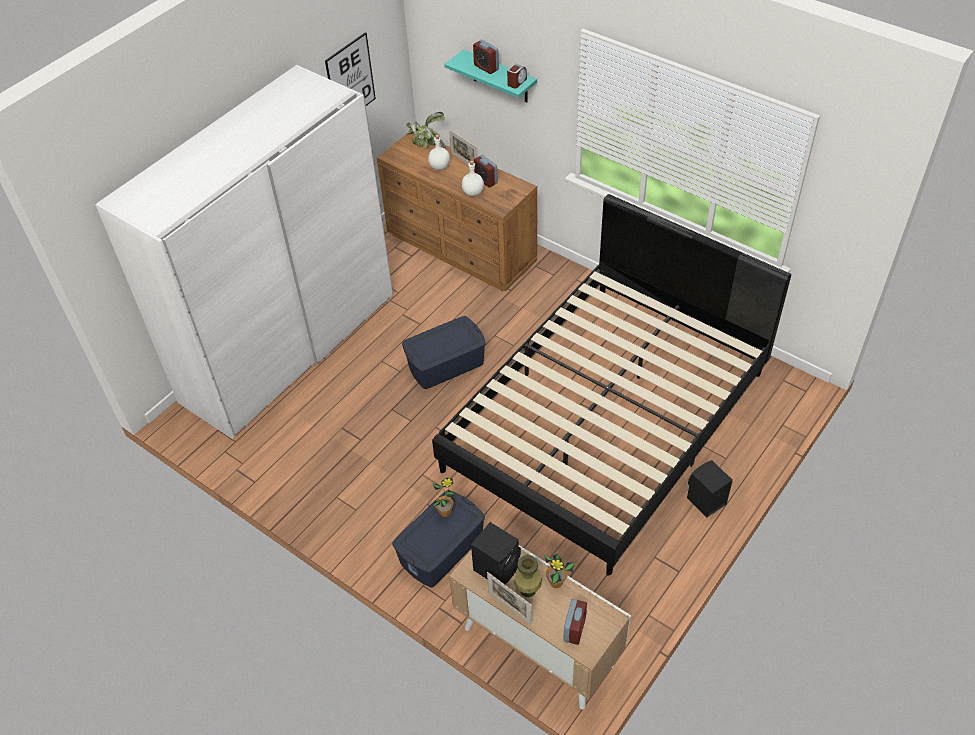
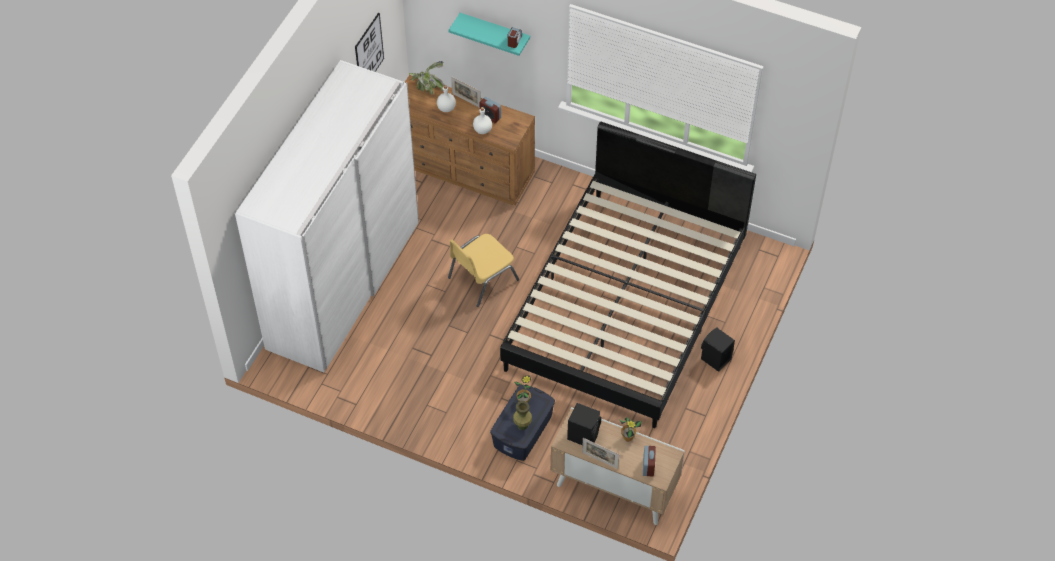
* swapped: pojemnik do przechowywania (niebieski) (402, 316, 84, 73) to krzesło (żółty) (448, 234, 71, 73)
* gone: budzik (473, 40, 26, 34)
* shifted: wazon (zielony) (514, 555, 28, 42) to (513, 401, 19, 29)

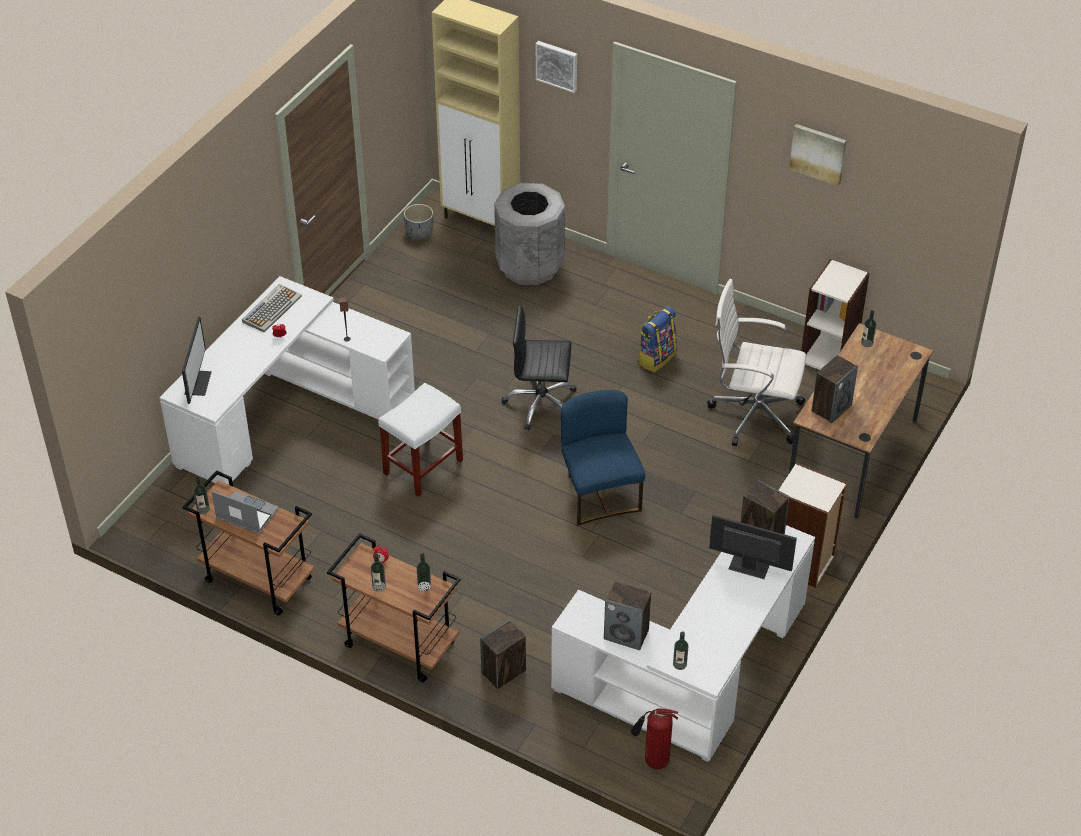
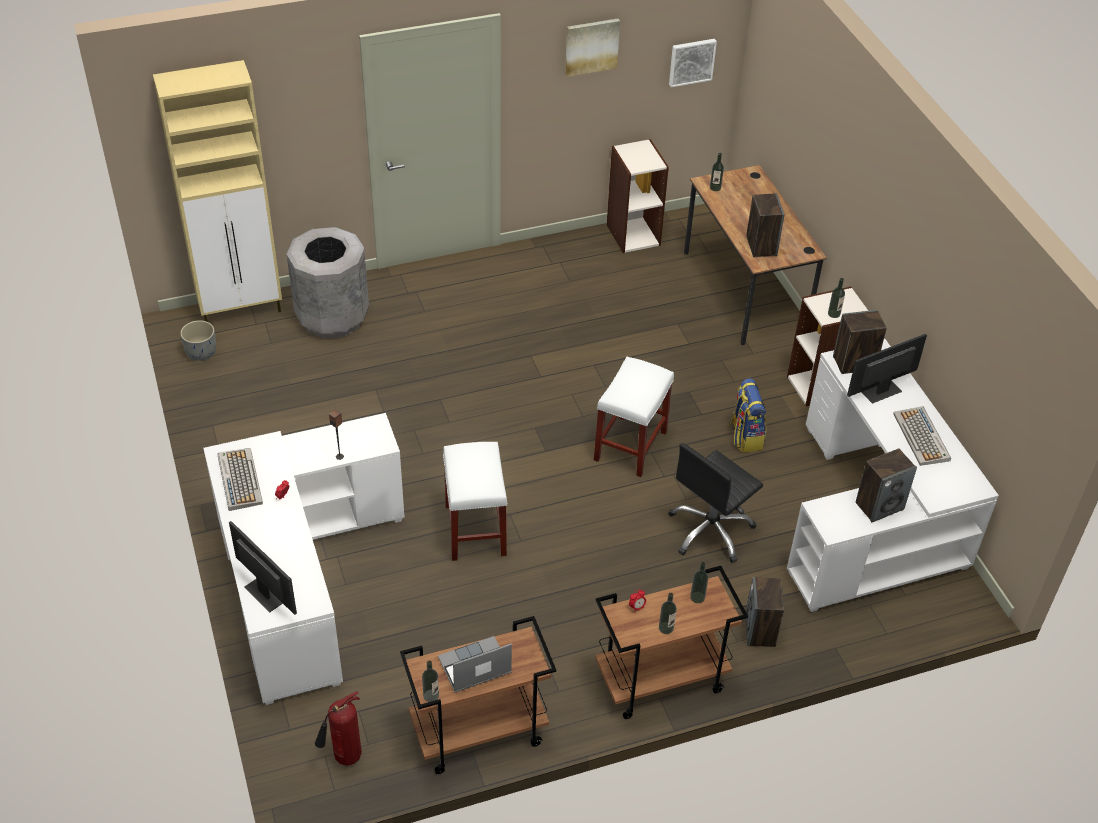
* shifted: krzesło biurowe (czarny) (501, 305, 76, 125) to (668, 443, 95, 120)
* shifted: obraz (536, 41, 41, 52) to (669, 39, 48, 48)
* swapped: krzesło (niebieski) (561, 390, 84, 135) to stołek (biały) (594, 357, 80, 120)
* shifted: gaśnica (630, 708, 48, 61) to (315, 691, 47, 75)
* shifted: plecak (637, 306, 40, 66) to (728, 378, 38, 74)
* shifted: butelka (673, 632, 15, 38) to (828, 278, 17, 40)
* gone: krzesło biurowe (biały) (707, 279, 99, 167)
* new: klawiatura (893, 406, 58, 60)

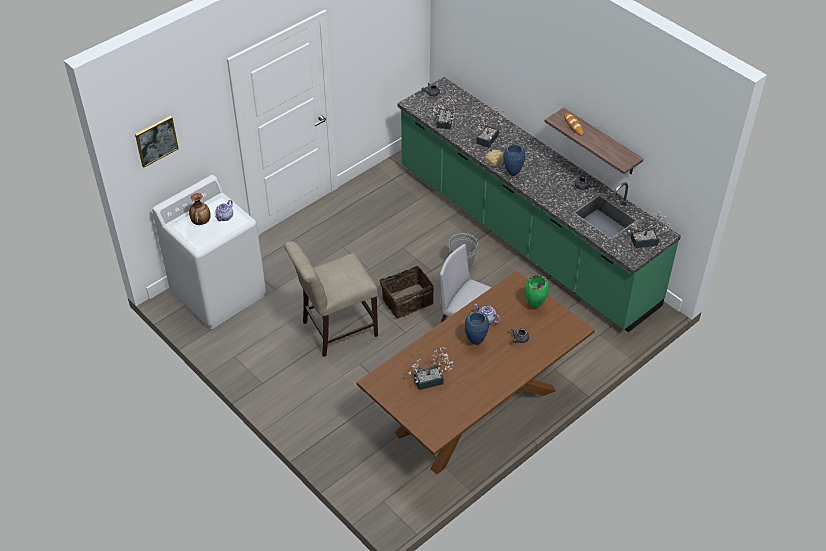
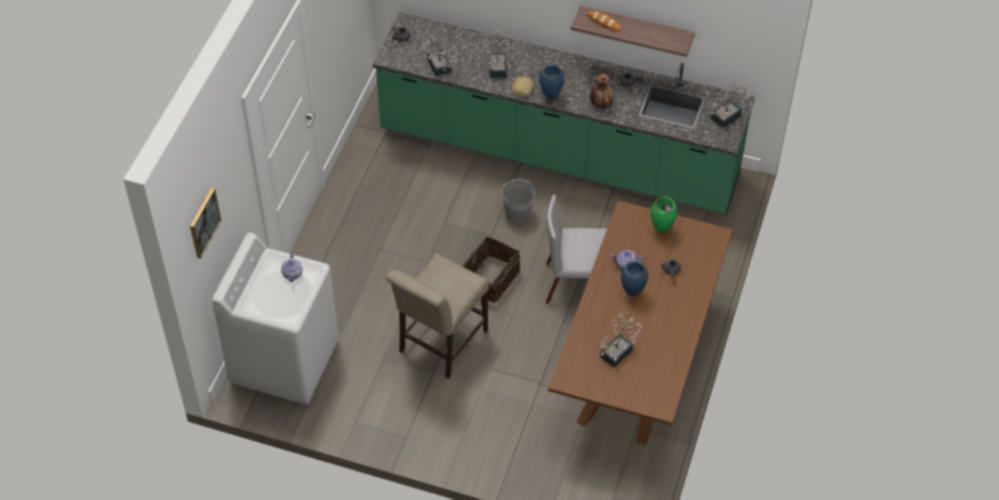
* shifted: wazon (189, 193, 22, 32) to (590, 74, 23, 34)

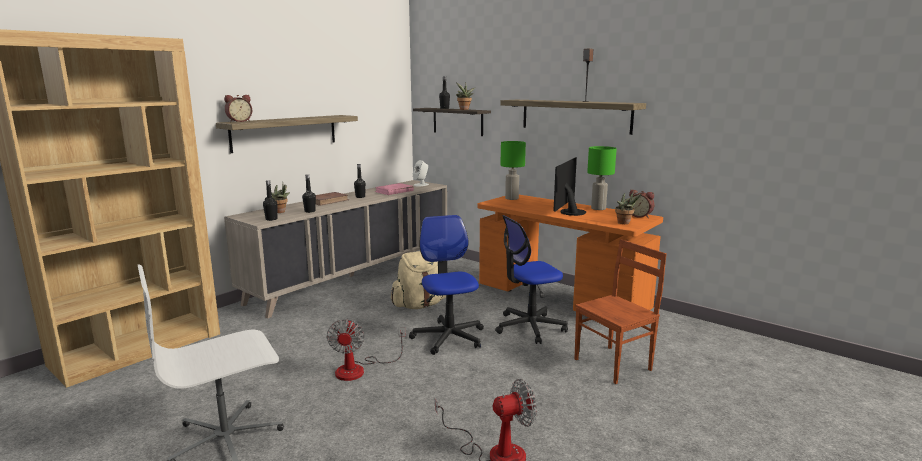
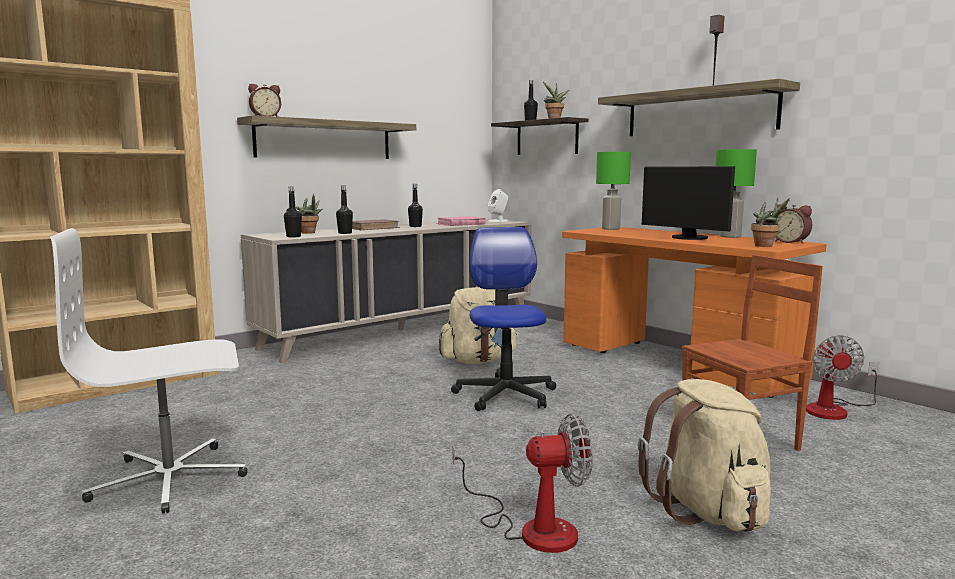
* shifted: wentylator (326, 319, 79, 62) to (806, 335, 73, 85)
* gone: krzesło biurowe (495, 215, 73, 129)
* rotated: monitor (553, 157, 33, 59) = (642, 166, 93, 74) 75 degrees counterclockwise
* new: plecak (beżowy) (638, 379, 133, 153)

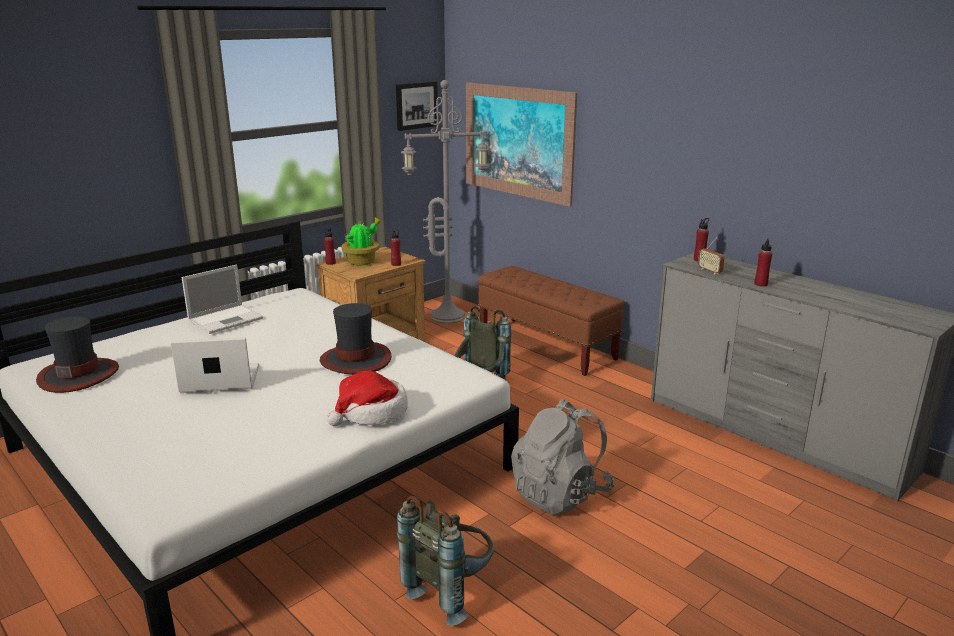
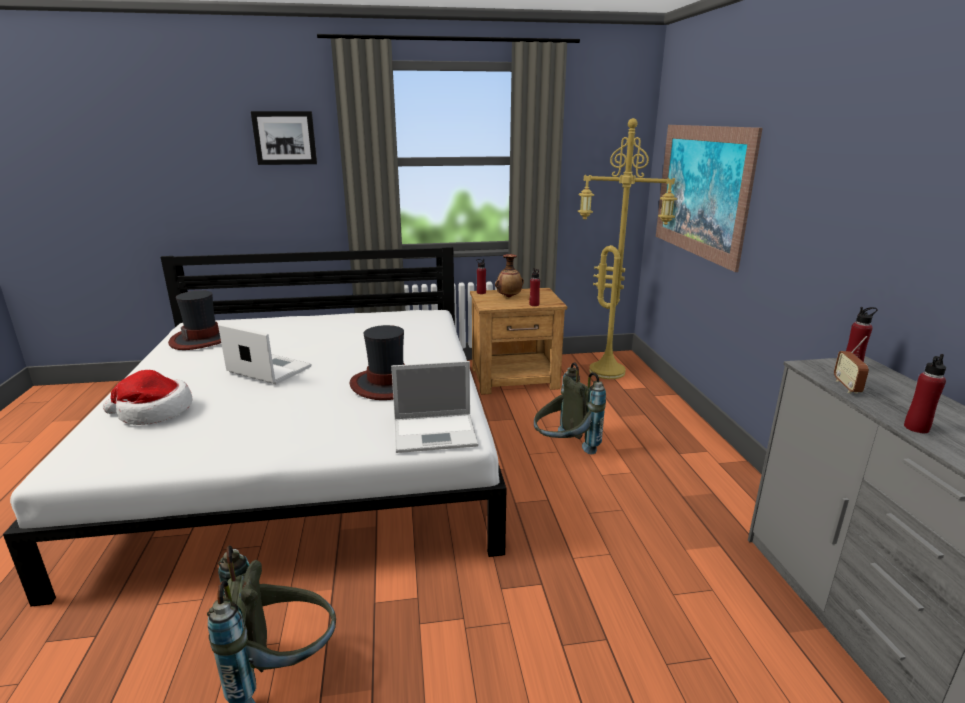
* shifted: laptop (182, 265, 81, 69) to (391, 361, 88, 92)
* shifted: kapelusz (327, 371, 81, 55) to (103, 370, 89, 55)
* swapped: roślina doniczkowa (342, 218, 40, 47) to wazon (495, 254, 29, 43)
* shifted: obraz (396, 81, 42, 50) to (251, 111, 66, 54)
* repainted: lampa stojąca (szary) (401, 80, 89, 244) to lampa stojąca (żółty) (578, 118, 99, 261)
* gone: ławka (brązowy) (478, 266, 147, 110)
* gone: plecak (szary) (511, 399, 103, 116)

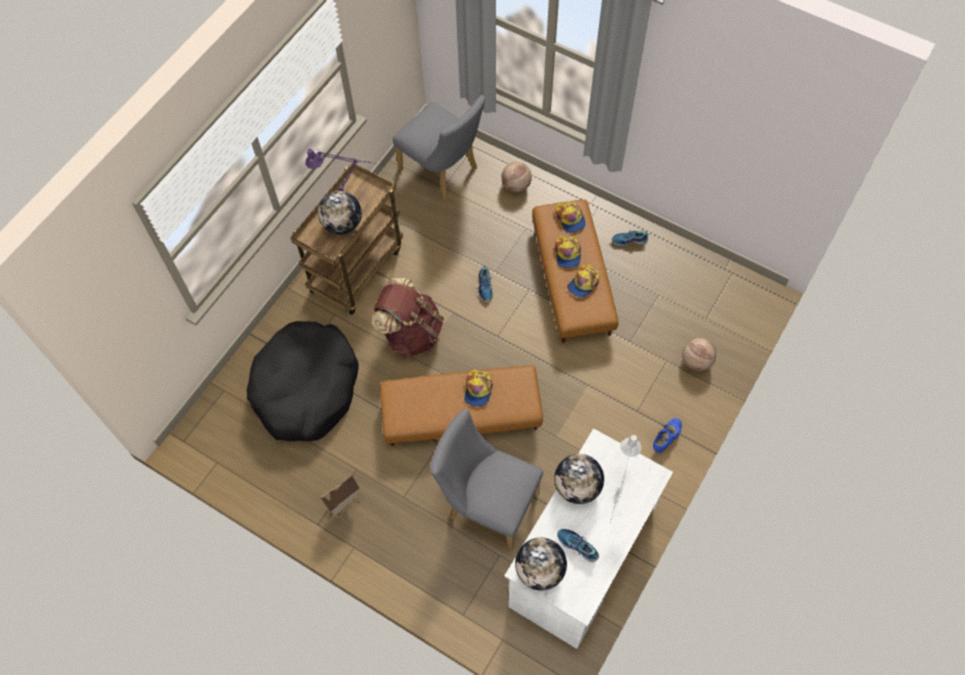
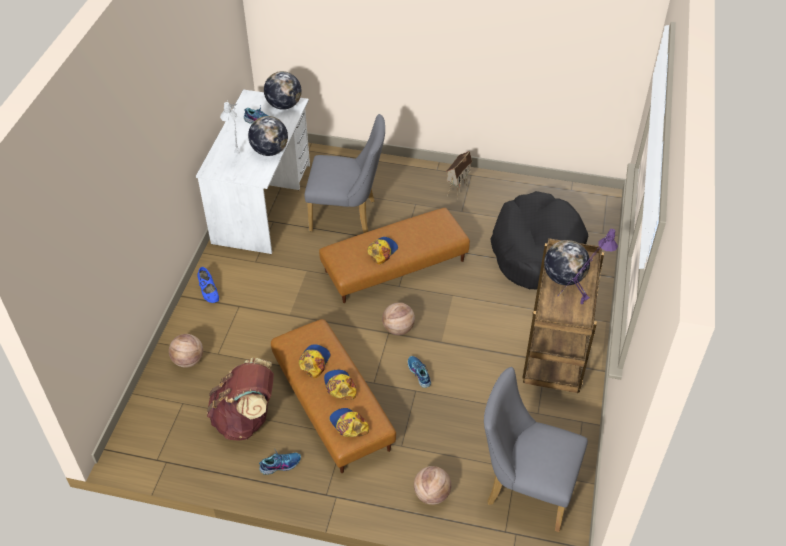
* shifted: plecak (brązowy) (372, 278, 72, 79) to (207, 358, 67, 83)
* rotated: czapka z daszkiem (464, 369, 29, 38) = (367, 237, 31, 27) 45 degrees clockwise
* rotated: but (niebieski) (653, 418, 29, 35) = (197, 267, 22, 36) 45 degrees counterclockwise
* new: piłka do koszykówki (382, 302, 33, 33)

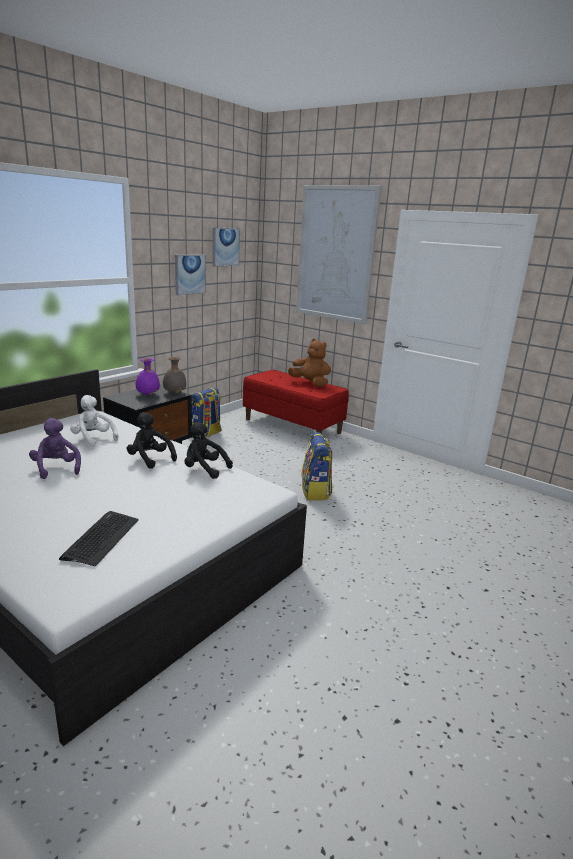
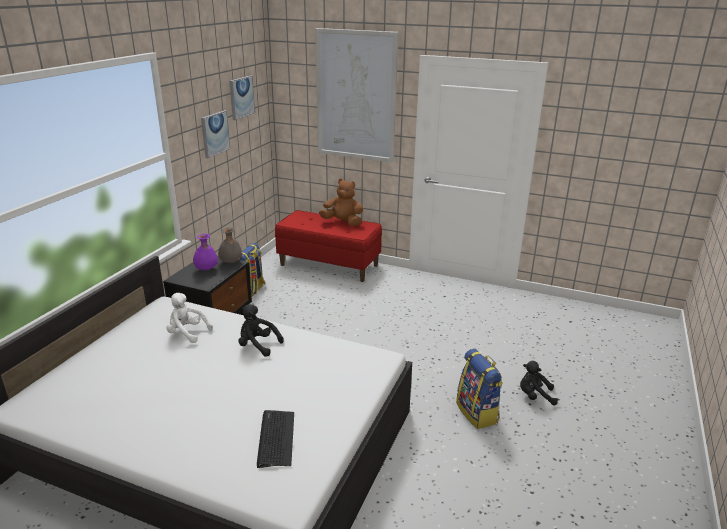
* gone: pluszak (fioletowy) (29, 418, 52, 61)
* shifted: pluszak (czarny) (184, 422, 49, 57) to (520, 361, 38, 45)
* shifted: plecak (301, 432, 31, 68) to (456, 349, 47, 80)

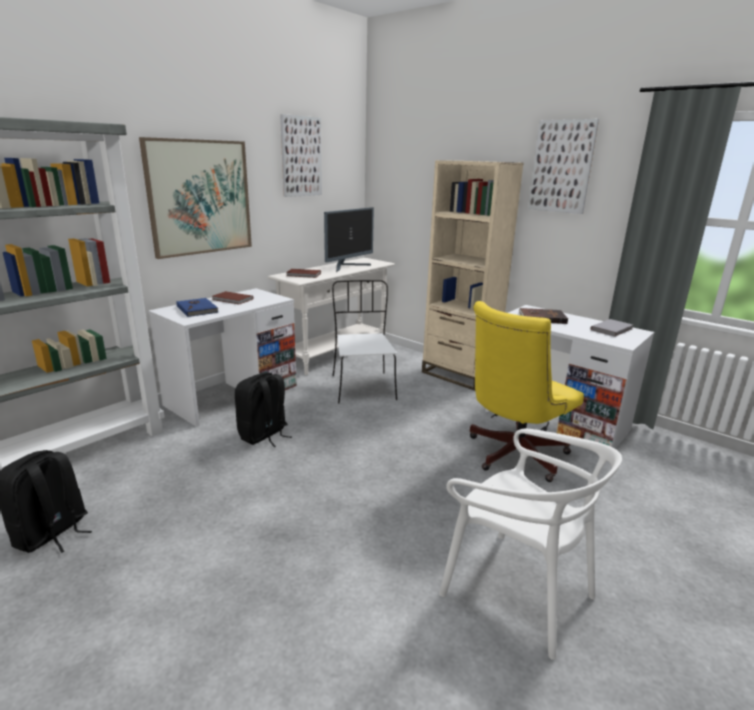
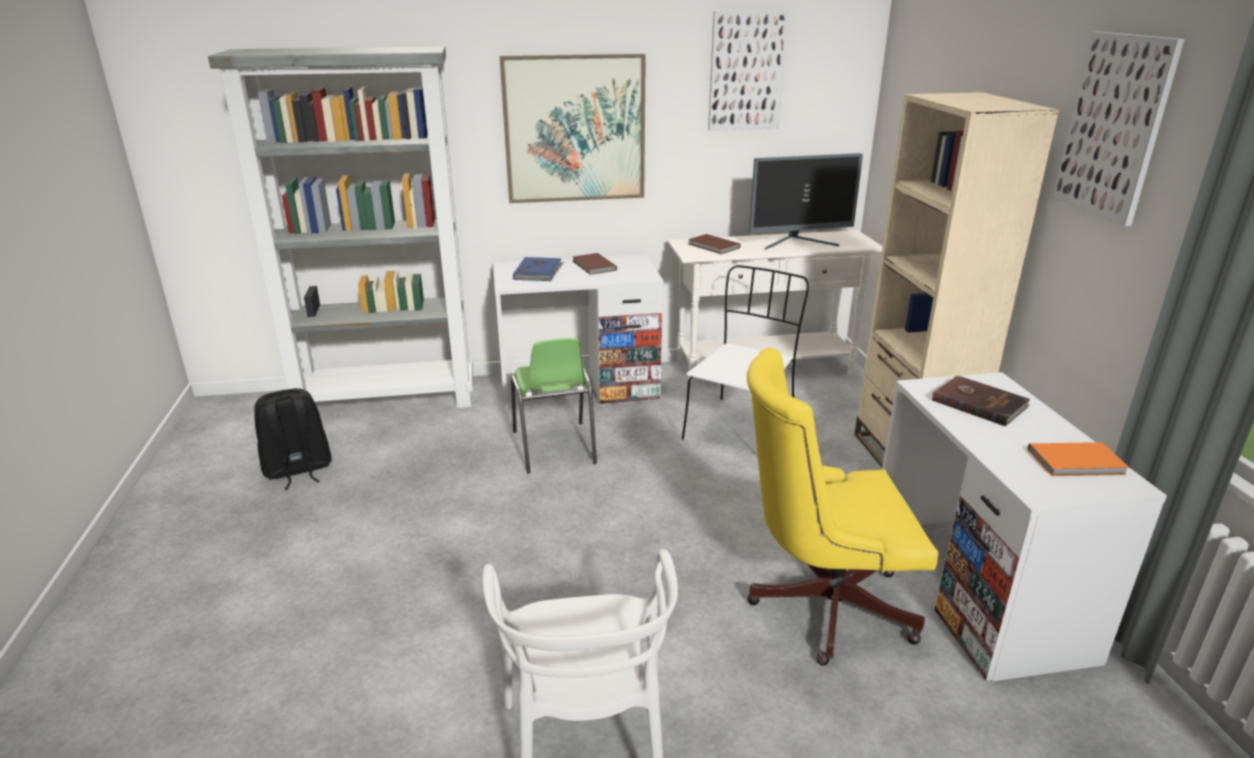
* swapped: plecak (czarny) (235, 373, 57, 74) to krzesło (zielony) (511, 338, 86, 135)
* repainted: książka (szary) (590, 319, 43, 18) to książka (pomarańczowy) (1028, 442, 101, 34)

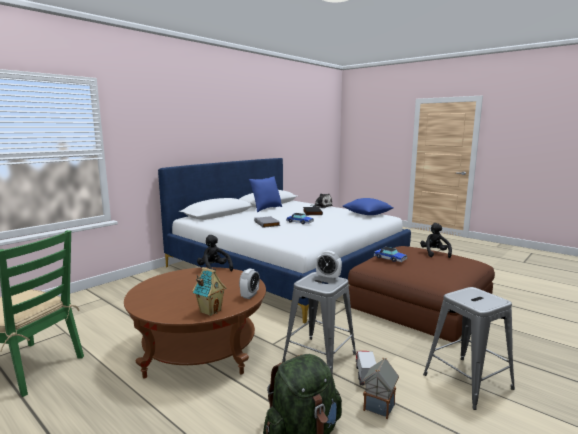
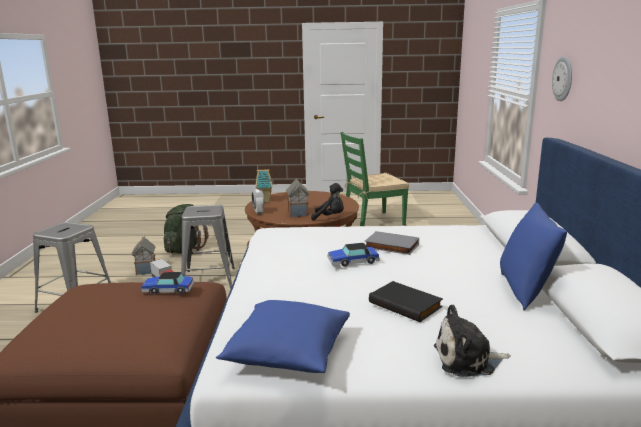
* gone: budzik (316, 251, 26, 29)
* gone: pluszak (czarny) (420, 223, 32, 35)
* new: domek (286, 178, 24, 39)
* new: zegar ścienny (552, 57, 20, 44)

